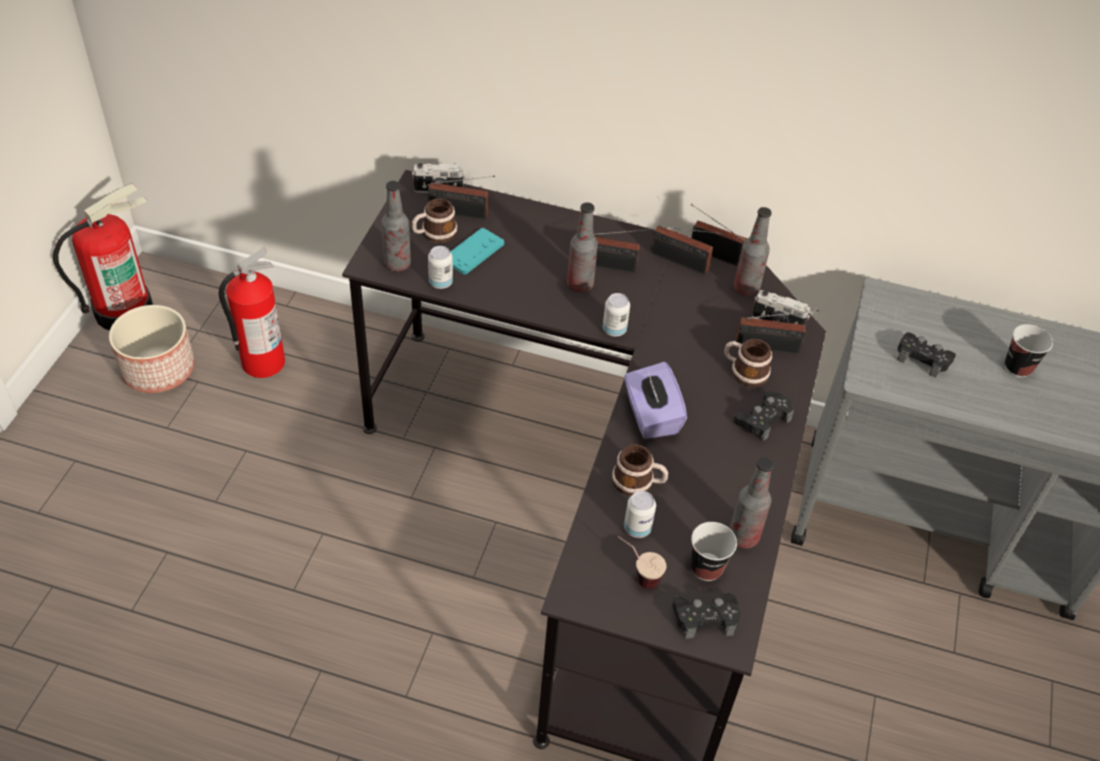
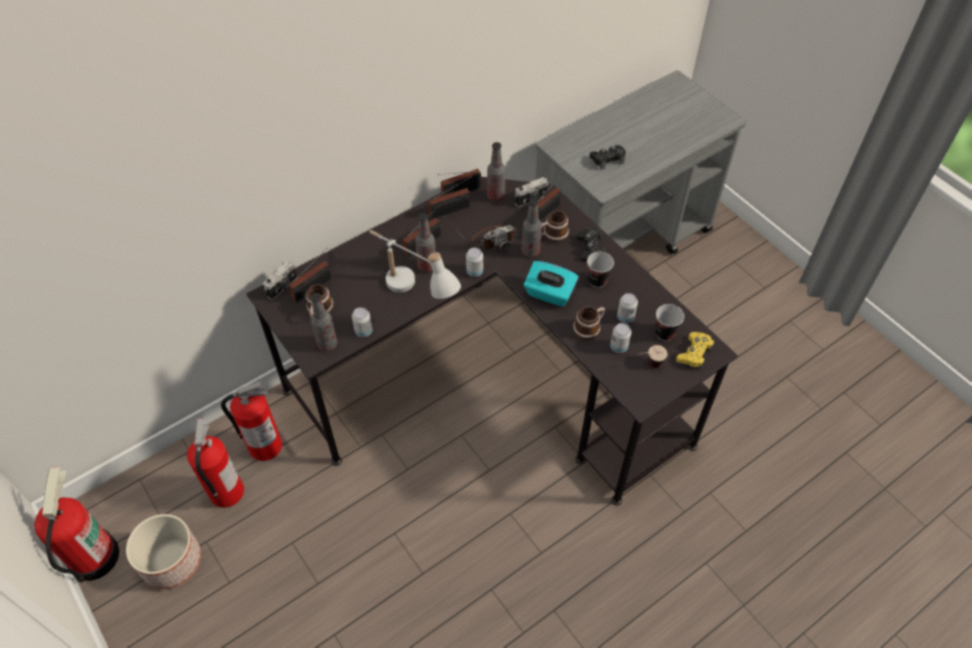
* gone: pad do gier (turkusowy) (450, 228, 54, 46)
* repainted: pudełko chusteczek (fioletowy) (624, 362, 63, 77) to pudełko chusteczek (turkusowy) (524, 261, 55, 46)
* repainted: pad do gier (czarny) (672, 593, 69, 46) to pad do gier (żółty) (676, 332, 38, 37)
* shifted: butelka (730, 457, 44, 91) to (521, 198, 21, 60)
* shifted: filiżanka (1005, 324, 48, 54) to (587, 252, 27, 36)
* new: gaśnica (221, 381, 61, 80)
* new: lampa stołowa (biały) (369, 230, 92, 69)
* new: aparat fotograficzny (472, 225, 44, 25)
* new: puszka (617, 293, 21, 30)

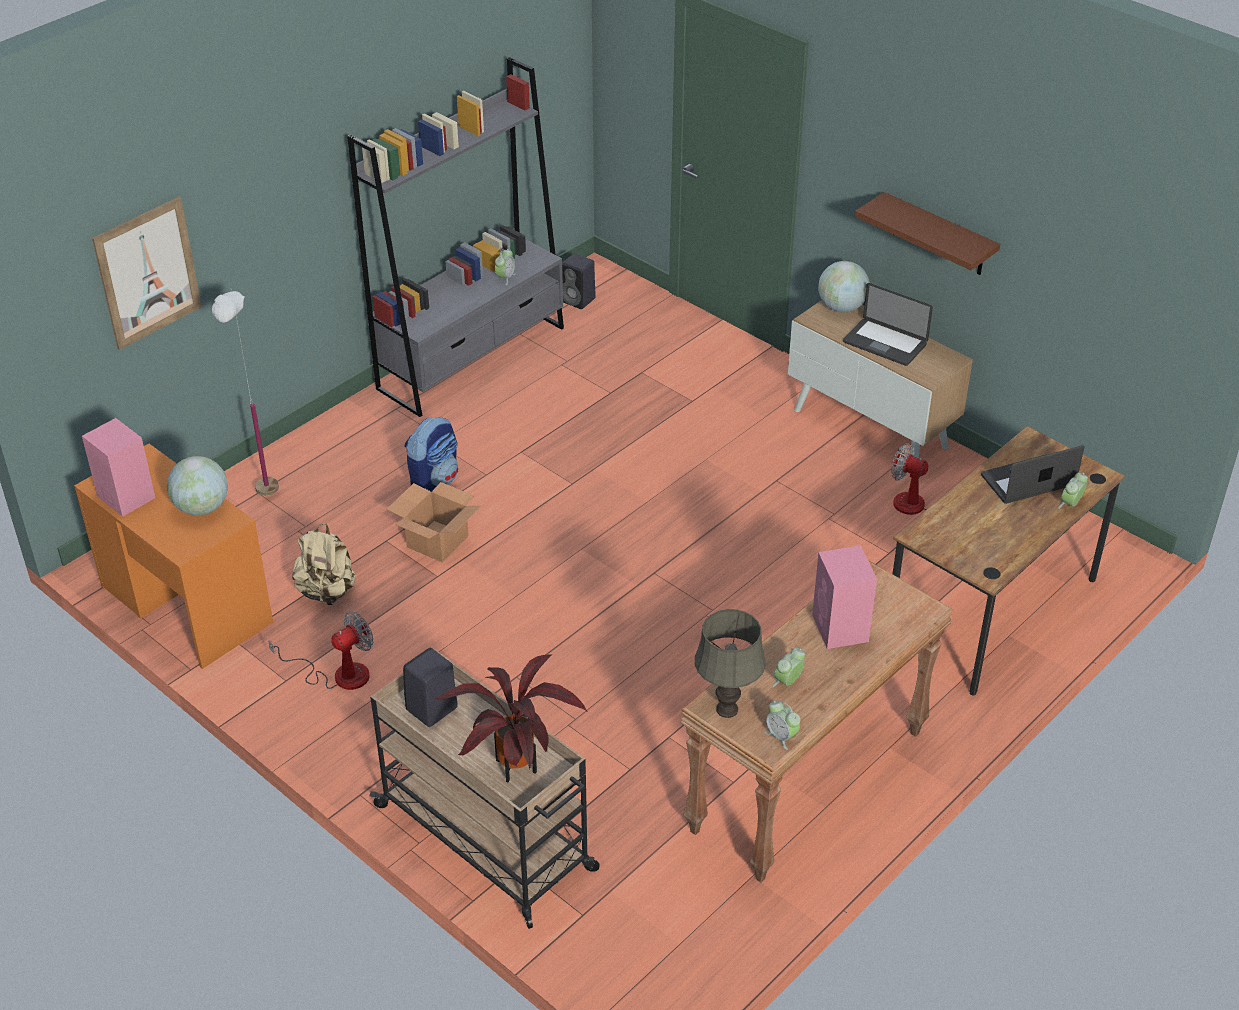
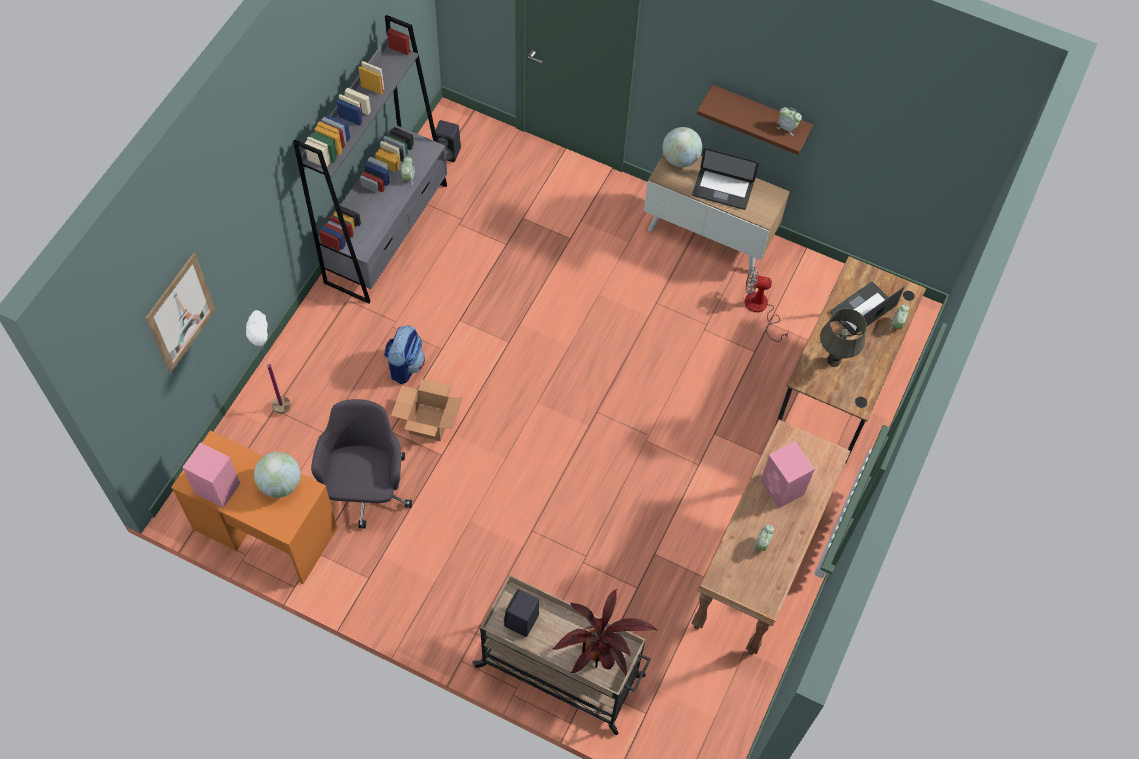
* gone: wentylator (268, 612, 105, 78)
* swapped: plecak (beżowy) (292, 523, 64, 82) to krzesło biurowe (szary) (311, 399, 101, 129)
* shifted: lampa stołowa (szary) (695, 609, 71, 109) to (820, 308, 47, 59)
* shifted: budzik (765, 701, 36, 49) to (776, 107, 26, 29)

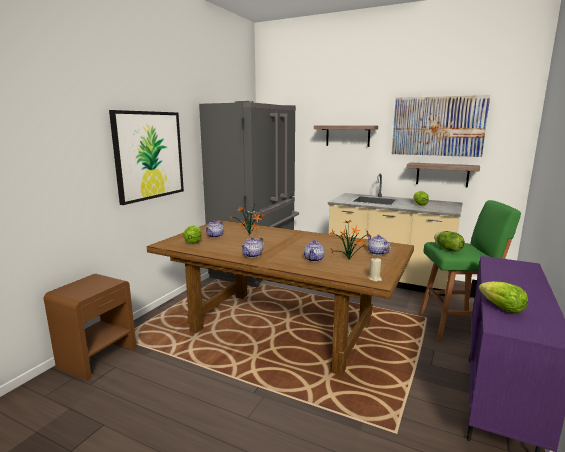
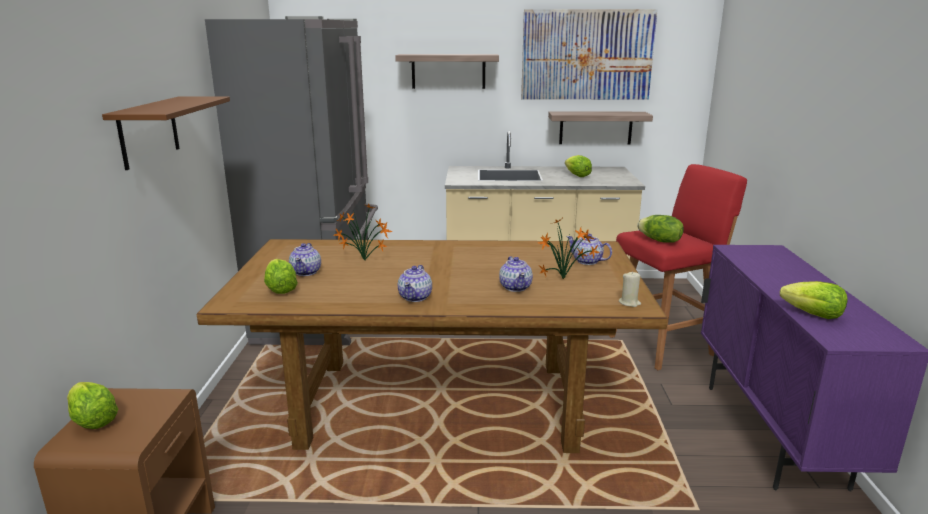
* swapped: obraz (109, 110, 75, 95) to półka (brązowy) (102, 96, 128, 74)
* repainted: stołek (zielony) (419, 200, 102, 142) to stołek (czerwony) (609, 164, 138, 206)
* new: sałata (67, 382, 51, 47)

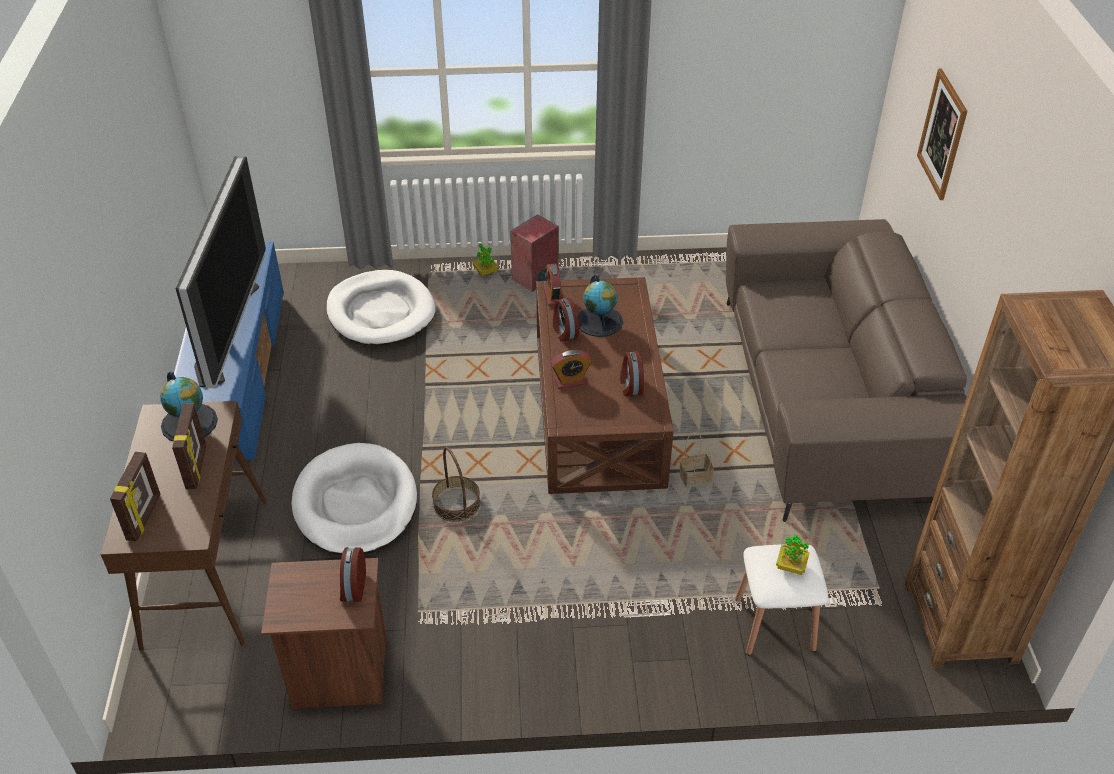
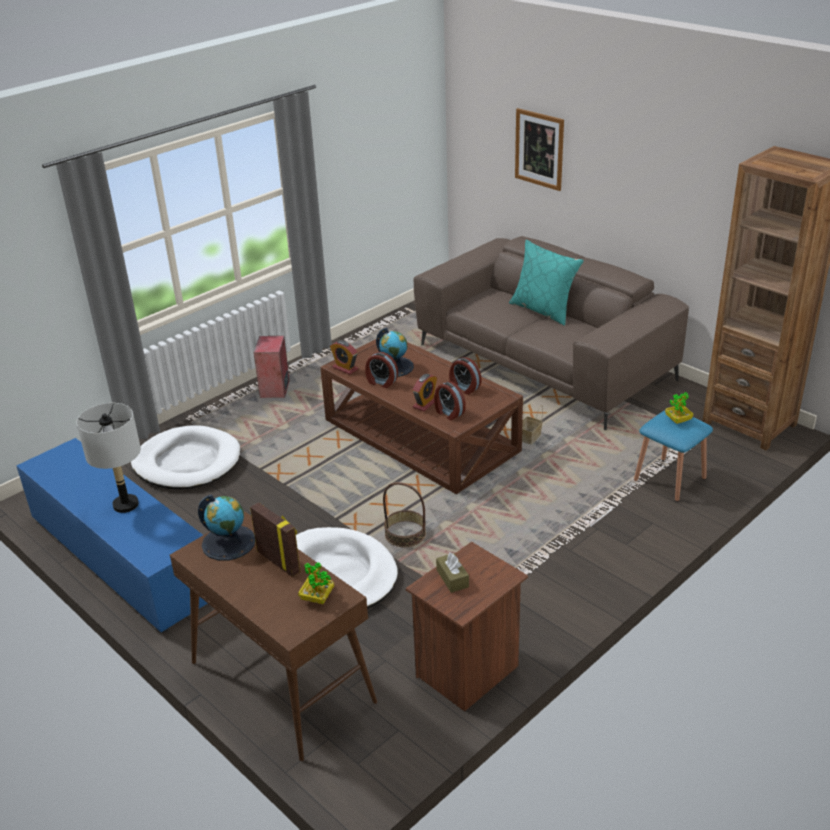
* gone: ramka na zdjęcie (110, 452, 51, 89)
* swapped: telewizor (176, 156, 90, 232) to lampa stołowa (szary) (76, 403, 65, 110)
* shifted: budzik (340, 547, 26, 55) to (434, 381, 32, 39)
* shifted: roślina doniczkowa (472, 244, 26, 32) to (298, 562, 36, 42)
* repainted: stołek (biały) (735, 544, 93, 111) to stołek (niebieski) (634, 410, 79, 92)
* new: pudełko chusteczek (brązowy) (436, 552, 33, 41)
* new: poduszka (turkusowy) (509, 240, 75, 86)

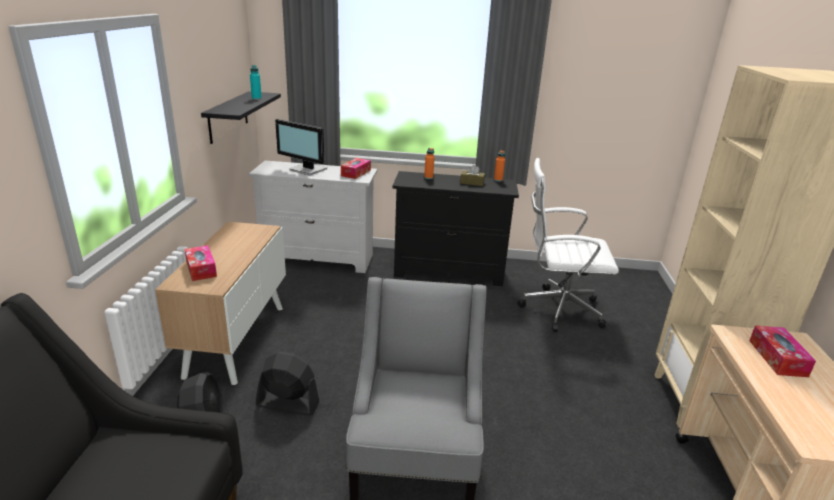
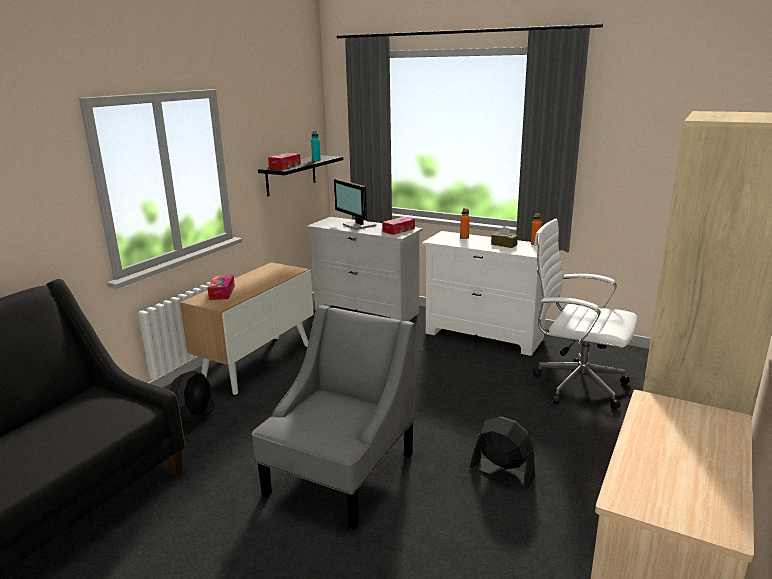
* shifted: wentylator (czarny) (256, 352, 63, 63) to (470, 416, 65, 73)
* repainted: komoda (czarny) (392, 171, 127, 115) to komoda (biały) (422, 231, 124, 125)
* shifted: pudełko chusteczek (749, 326, 67, 51) to (268, 153, 33, 16)

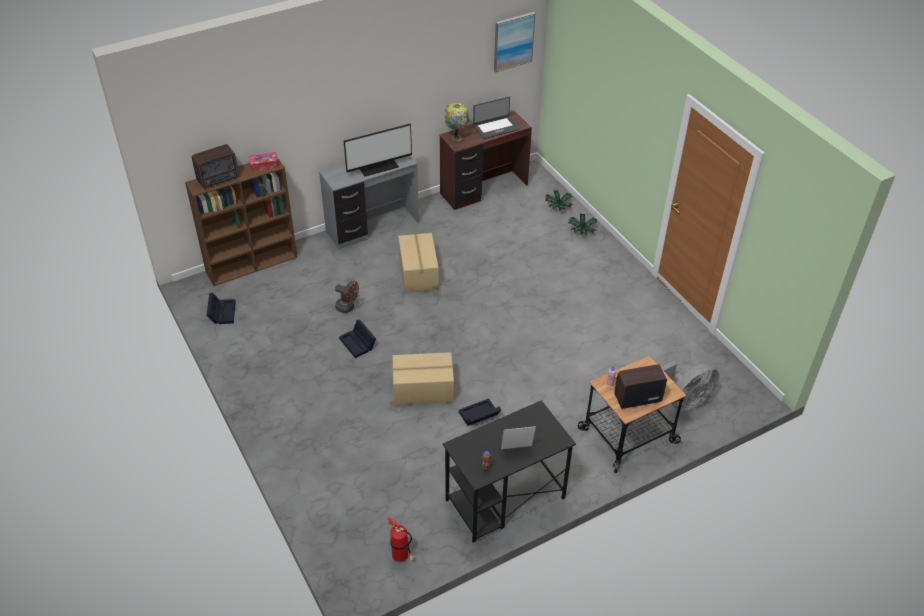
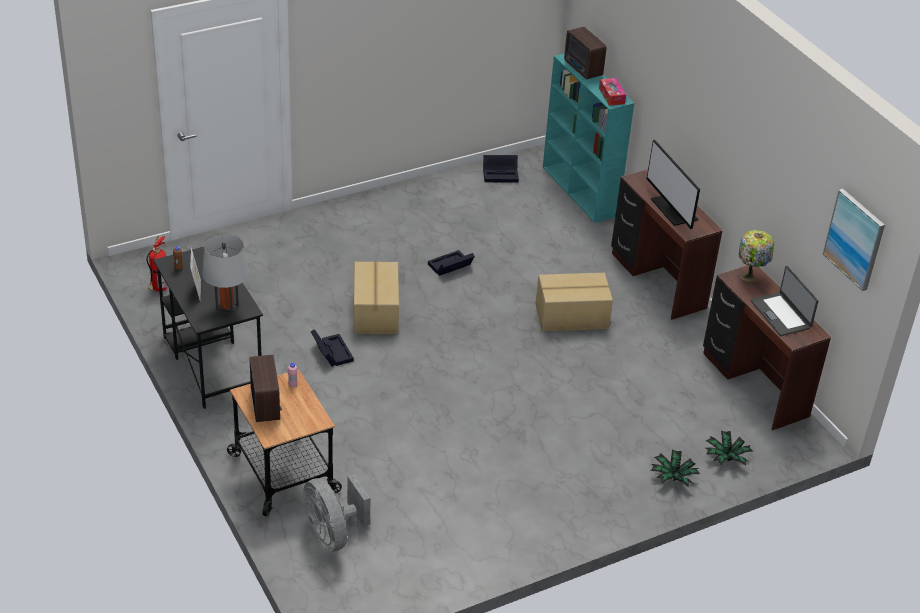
* repainted: regał (brązowy) (185, 157, 112, 129) to regał (turkusowy) (543, 53, 91, 170)
* repainted: biurko (szary) (319, 156, 100, 93) to biurko (brązowy) (611, 169, 112, 151)
* gone: wentylator (brązowy) (335, 280, 24, 33)
* new: lampa stołowa (szary) (202, 234, 47, 82)

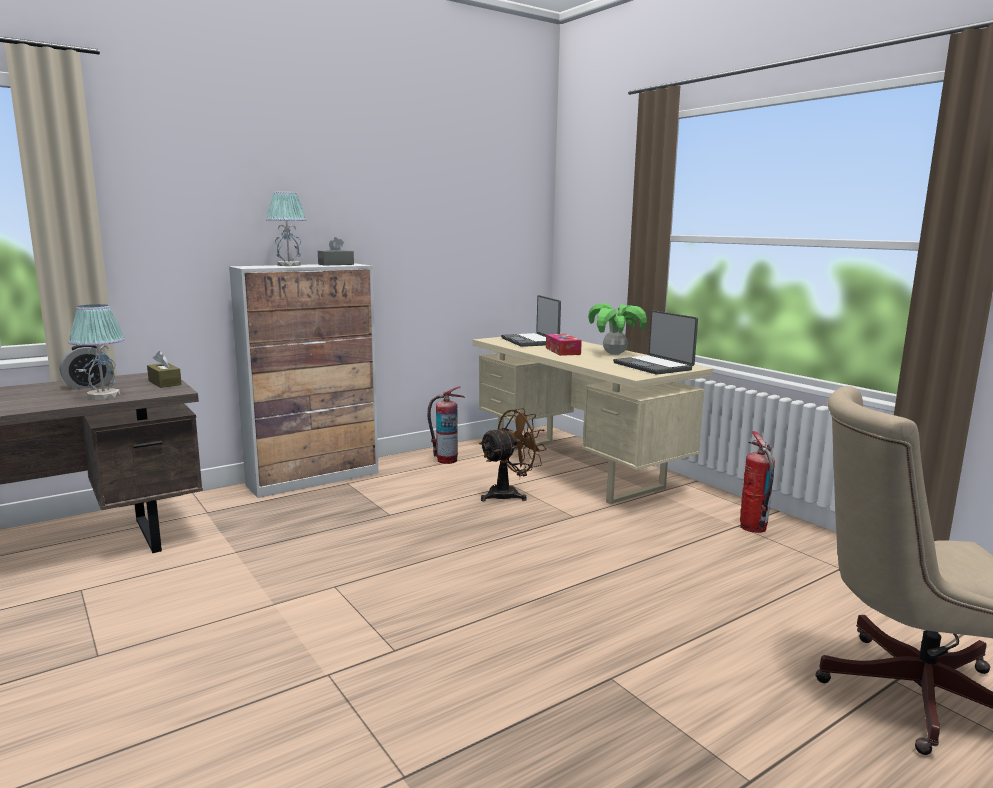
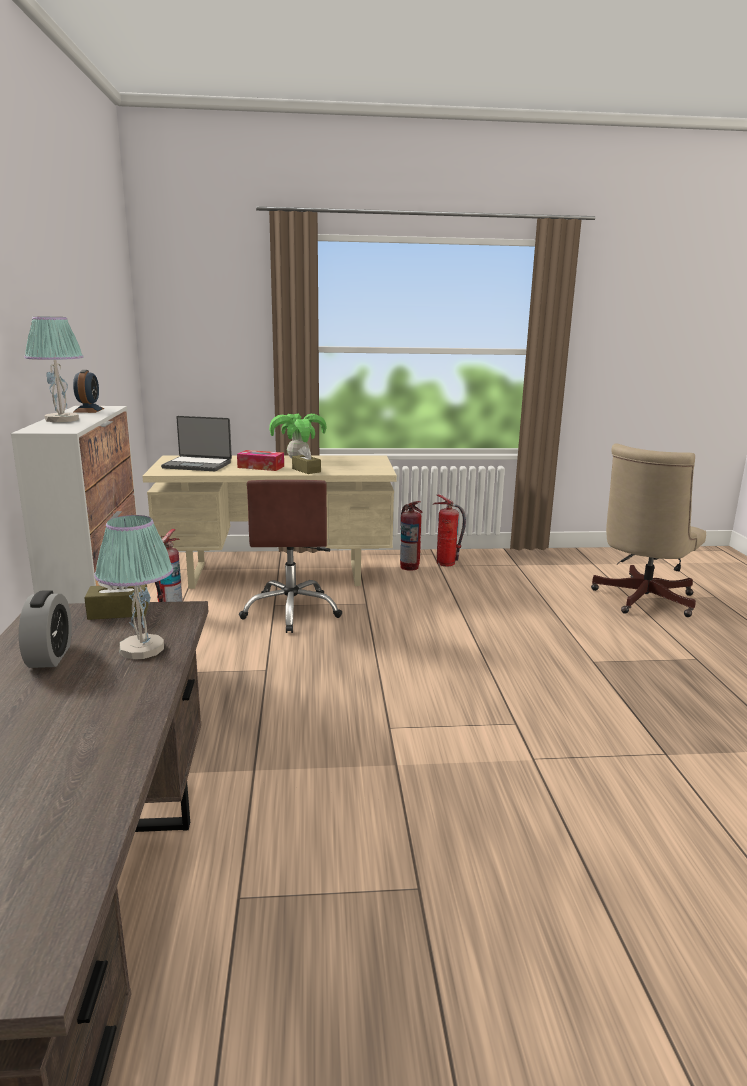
* swapped: pudełko chusteczek (szary) (318, 237, 36, 29) to budzik (73, 370, 31, 43)
* swapped: wentylator (brązowy) (479, 408, 68, 93) to krzesło biurowe (brązowy) (239, 480, 103, 153)
* gone: laptop (613, 310, 85, 65)
* new: pudełko chusteczek (brązowy) (292, 446, 29, 28)
* new: gaśnica (400, 501, 23, 69)

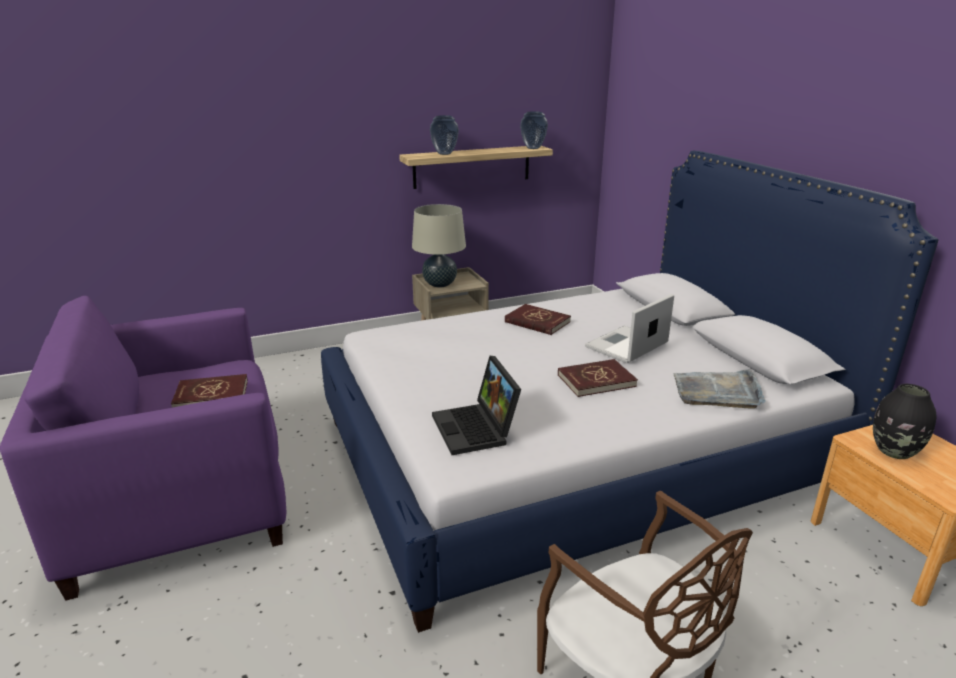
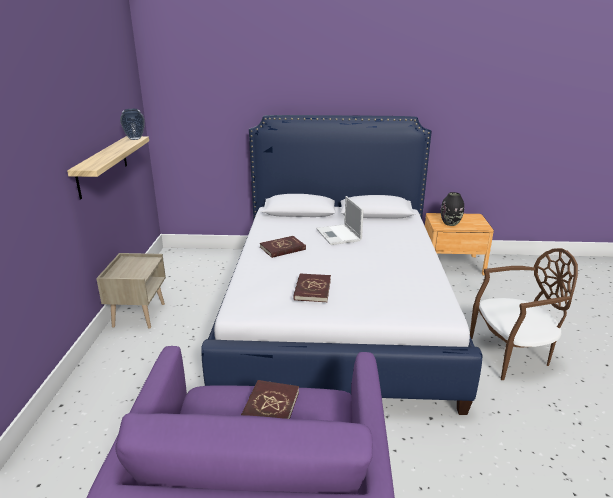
* gone: lampa stołowa (beżowy) (412, 204, 54, 84)
* gone: wazon (430, 115, 29, 40)
* gone: laptop (432, 356, 89, 99)
* shifted: książka (czerwony) (558, 359, 80, 38) to (293, 273, 38, 29)
* gone: taca (szary) (674, 369, 92, 40)

